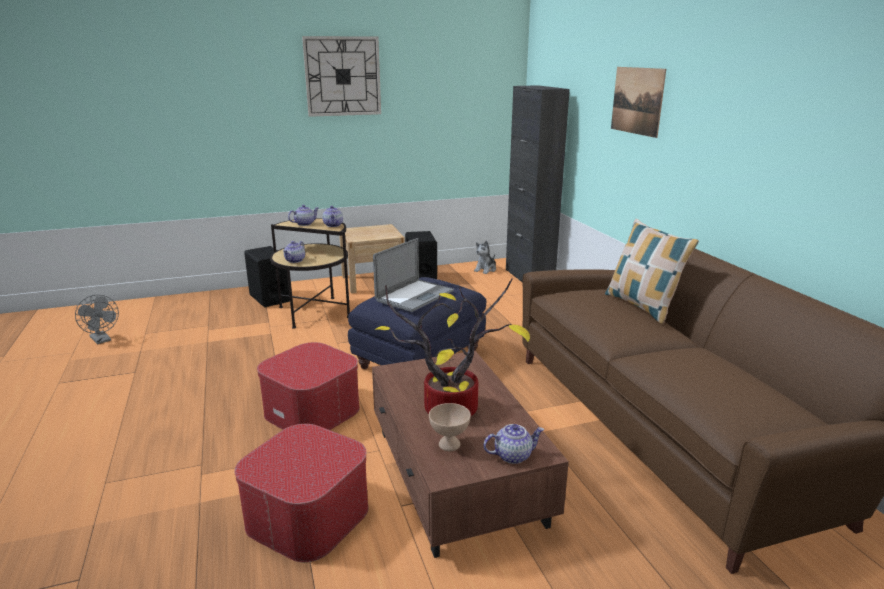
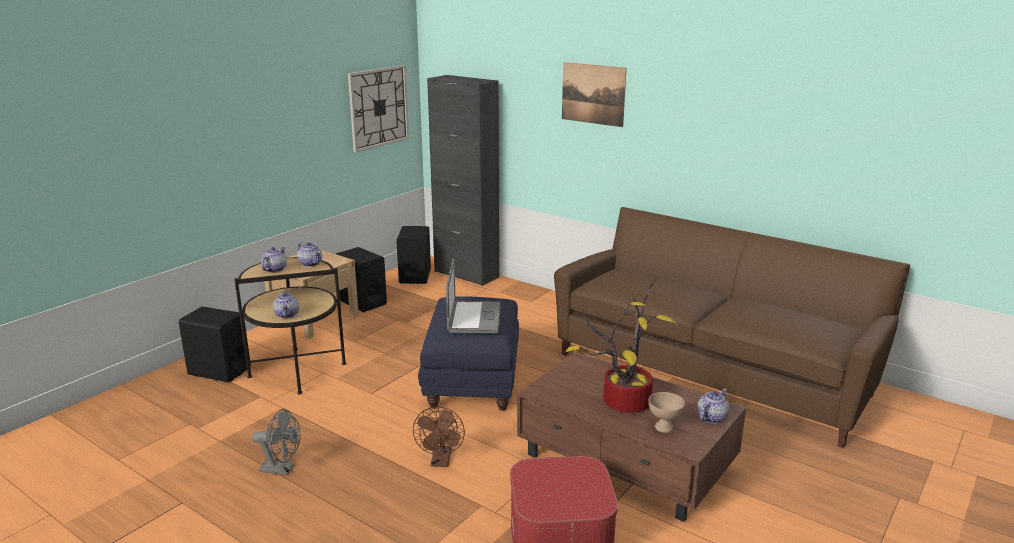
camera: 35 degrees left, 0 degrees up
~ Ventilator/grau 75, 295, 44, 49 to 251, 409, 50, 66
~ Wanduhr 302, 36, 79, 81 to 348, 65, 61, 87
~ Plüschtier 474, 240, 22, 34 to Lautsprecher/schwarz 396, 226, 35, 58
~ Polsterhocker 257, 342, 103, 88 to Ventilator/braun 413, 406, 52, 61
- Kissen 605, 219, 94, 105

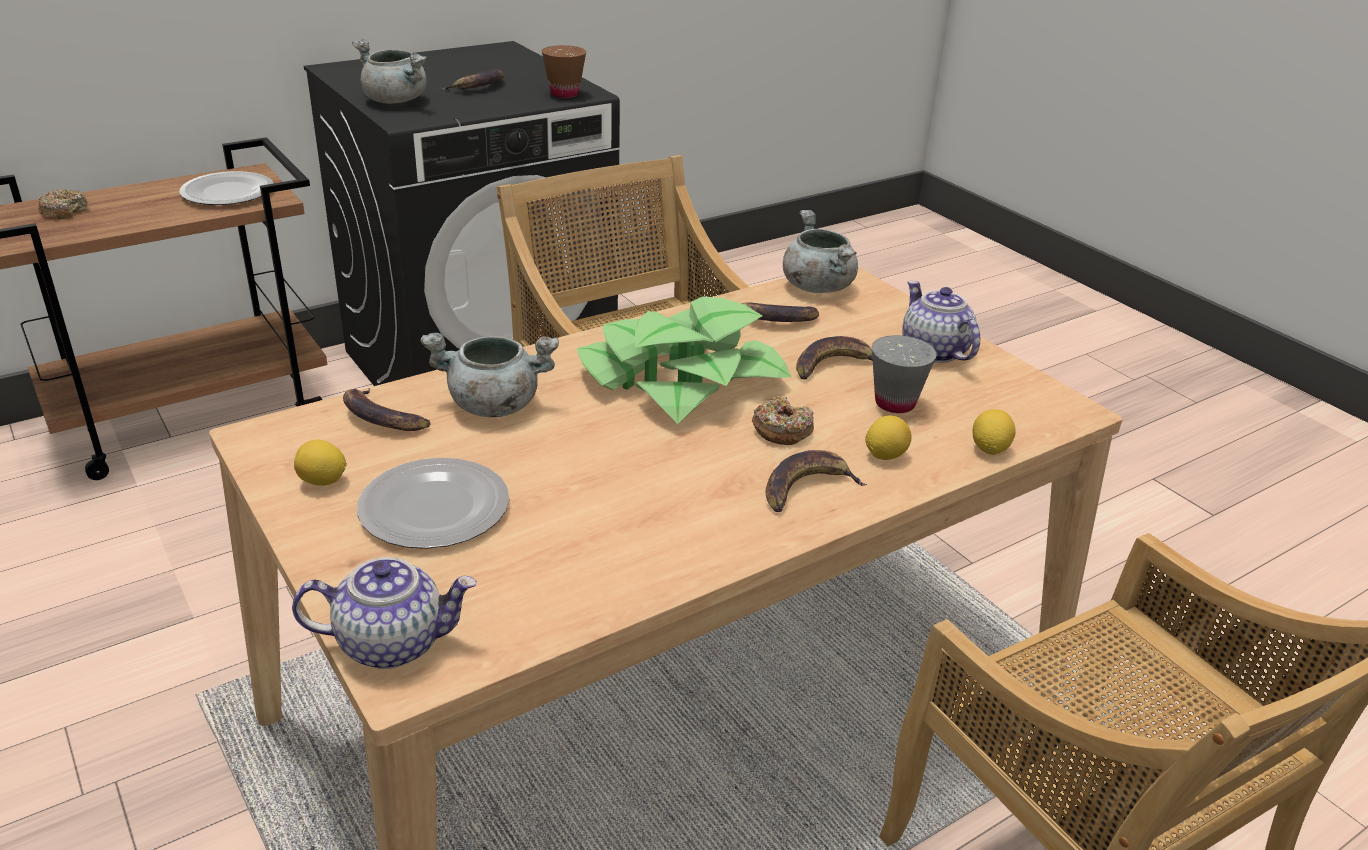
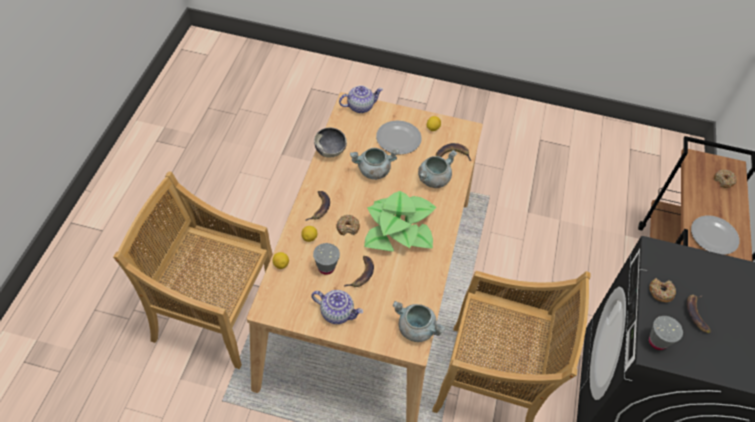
camera: 135 degrees right, 20 degrees up
+ Schüssel 314, 127, 33, 30
~ Teekanne 292, 557, 185, 112 = 339, 85, 44, 28 150 degrees counterclockwise
~ Kochtopf/grau 352, 39, 75, 65 to 350, 148, 49, 32
+ Donut 649, 278, 27, 25
~ Tasse/braun 542, 45, 44, 53 to Tasse/grau 649, 316, 34, 34
- Banane 741, 302, 78, 20

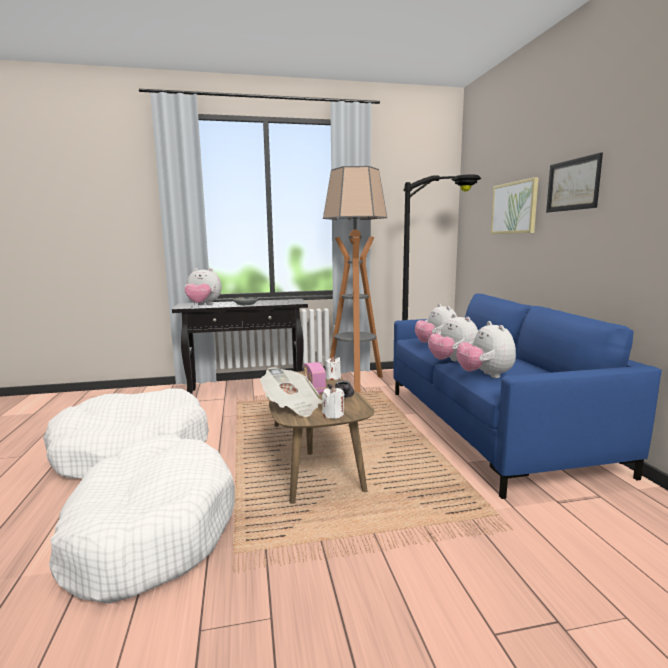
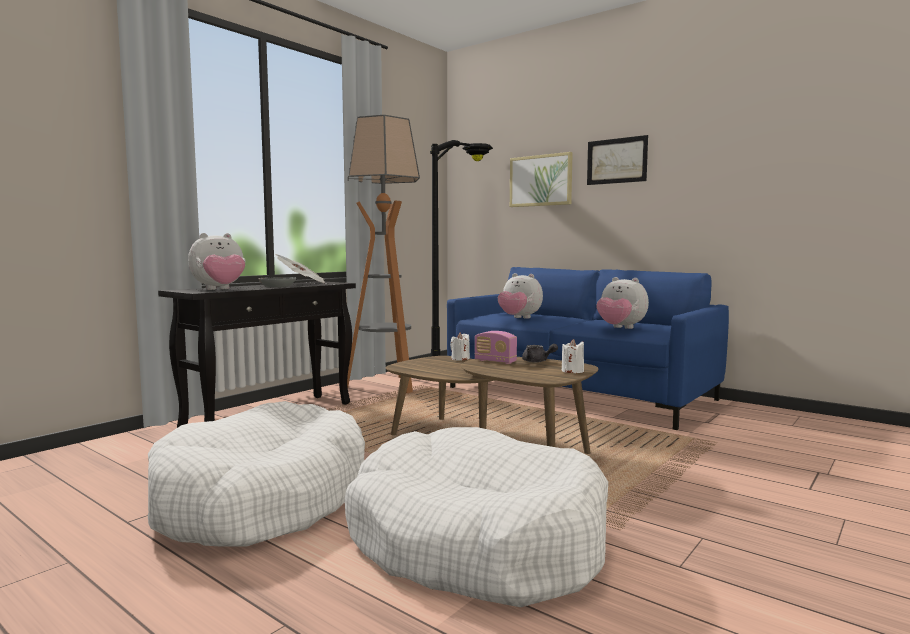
camera: 40 degrees left, 5 degrees down
~ Zeitung 260, 367, 62, 50 to 276, 254, 50, 30
- Plüschtier 428, 314, 50, 49

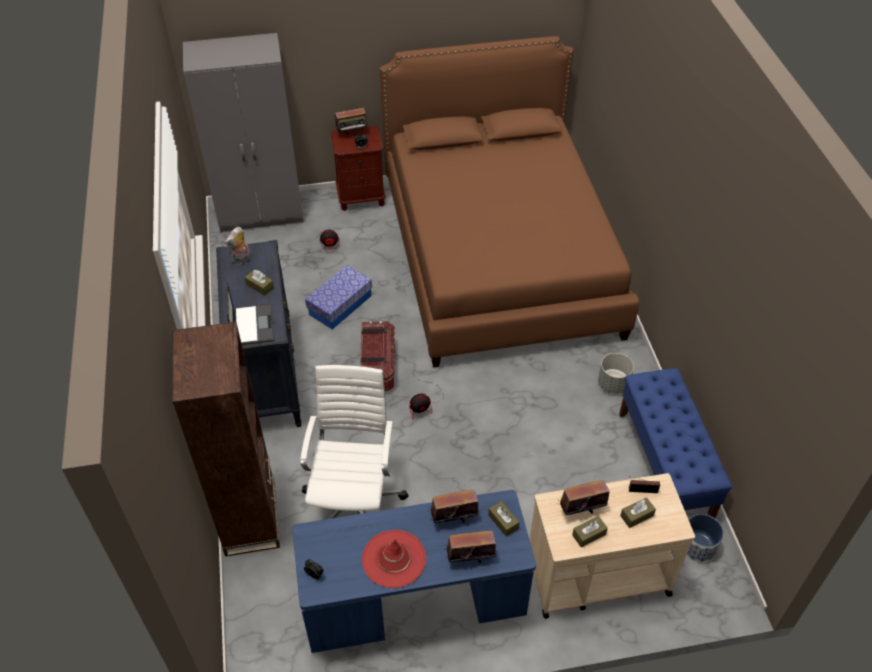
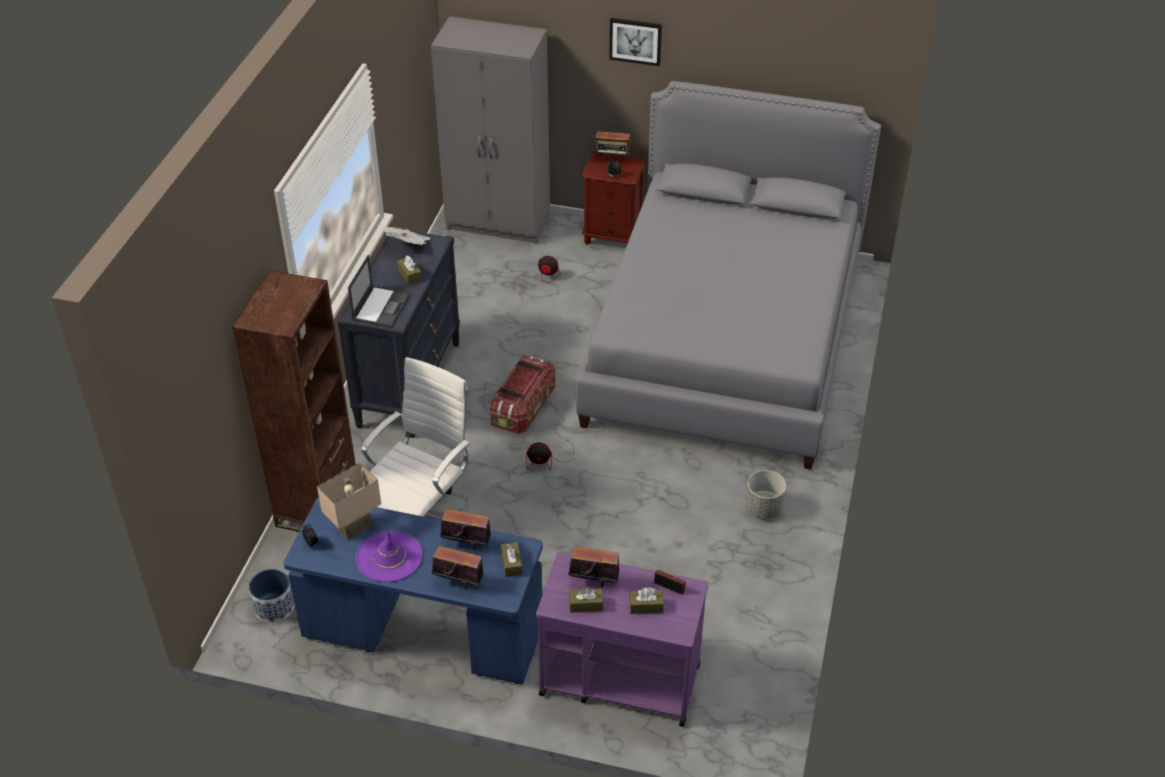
camera: 25 degrees right, 5 degrees down
~ Pflanzkübel 686, 514, 38, 49 to 249, 569, 46, 54
+ Tischlampe/beige 317, 462, 64, 78
~ Hut/rot 362, 530, 64, 58 to Hut/lila 356, 531, 66, 51
~ Plüschtier 225, 227, 25, 37 to Zeitung 382, 227, 48, 18
~ Rollwagen/beige 530, 473, 165, 146 to Rollwagen/lila 536, 552, 172, 175
~ Bett/braun 380, 36, 259, 331 to Bett/grau 576, 81, 305, 389
+ Bild 609, 18, 53, 48
- Aufbewahrungsbox 305, 265, 67, 64
- Bank/blau 619, 368, 113, 150

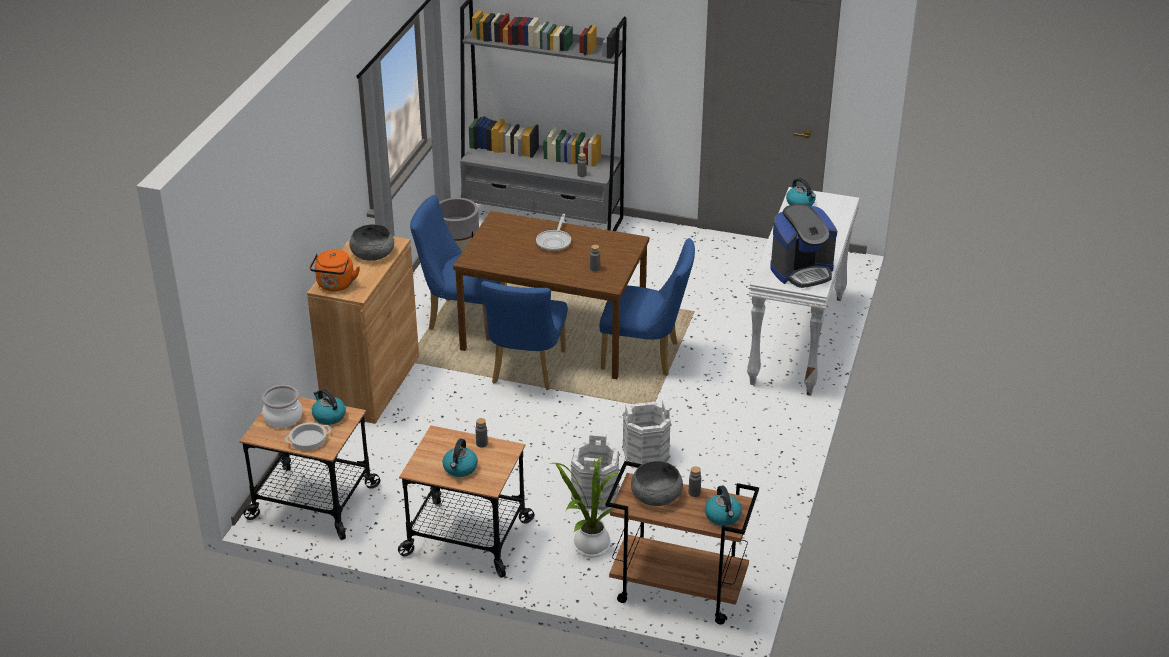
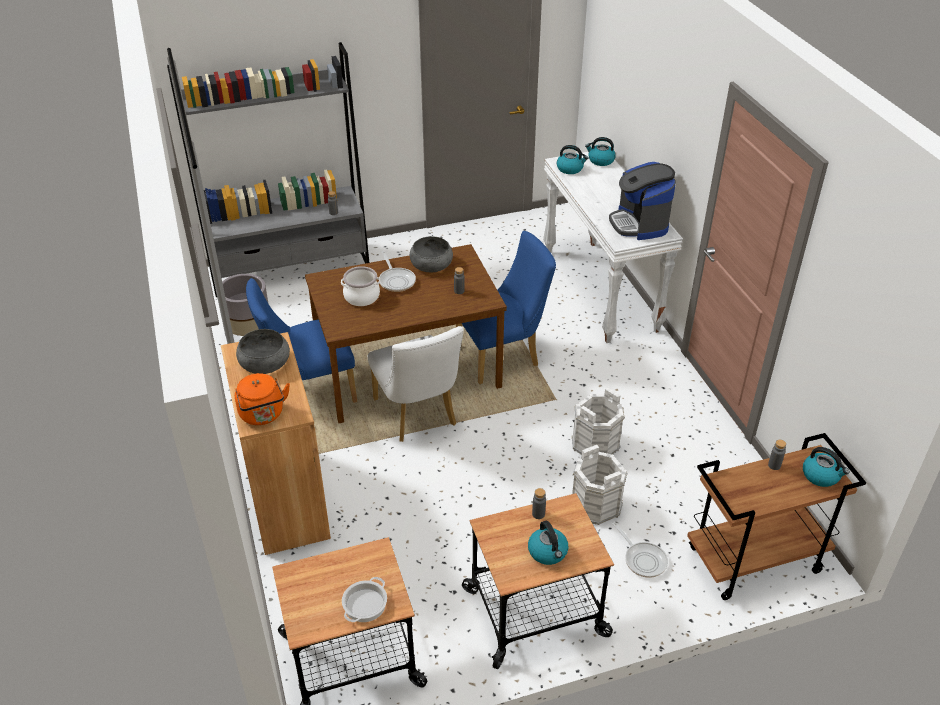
camera: 35 degrees left, 5 degrees up
~ Kochtopf 262, 385, 40, 43 to 341, 266, 39, 40
~ Stuhl/blau 481, 281, 87, 109 to Stuhl/weiß 368, 326, 96, 116
~ Schüssel/grau 631, 461, 52, 45 to 410, 236, 43, 37
~ Wasserkessel 312, 389, 34, 36 to 585, 137, 31, 29
~ Kaffeemaschine 770, 204, 67, 84 = 609, 162, 67, 78 135 degrees clockwise
~ Topfpflanze 550, 455, 68, 103 to Pfanne 612, 521, 56, 57

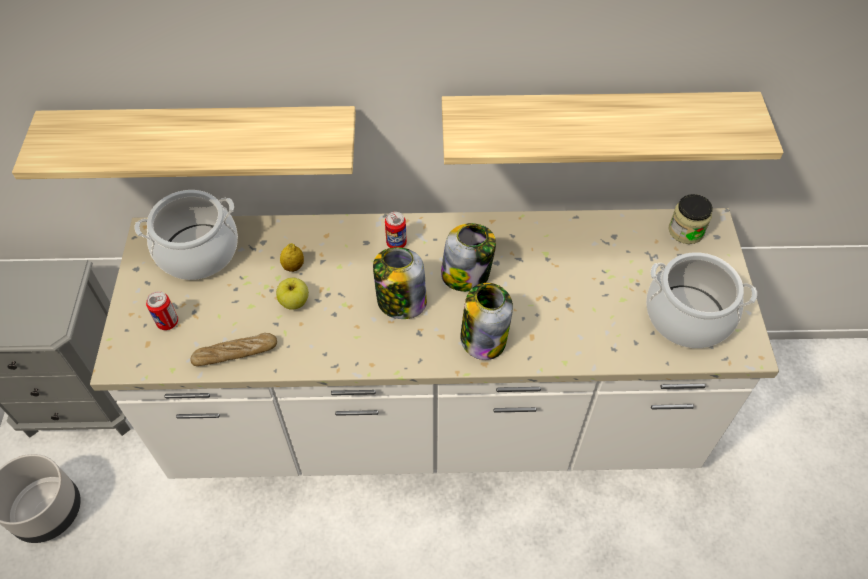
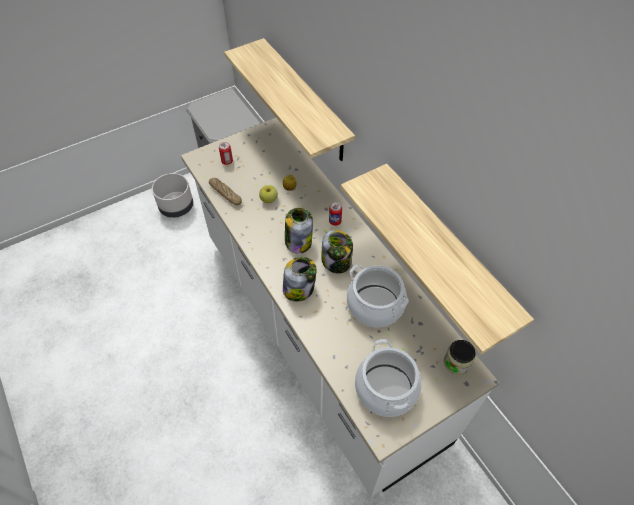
camera: 60 degrees right, 0 degrees up
~ Kochtopf 134, 190, 104, 90 to 347, 265, 62, 62

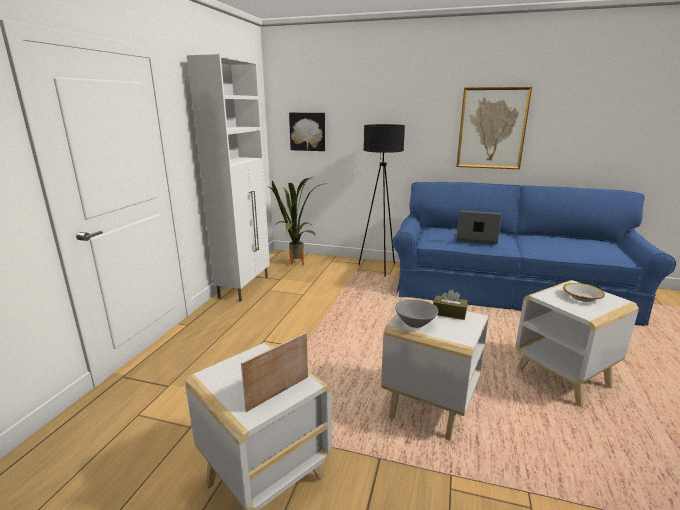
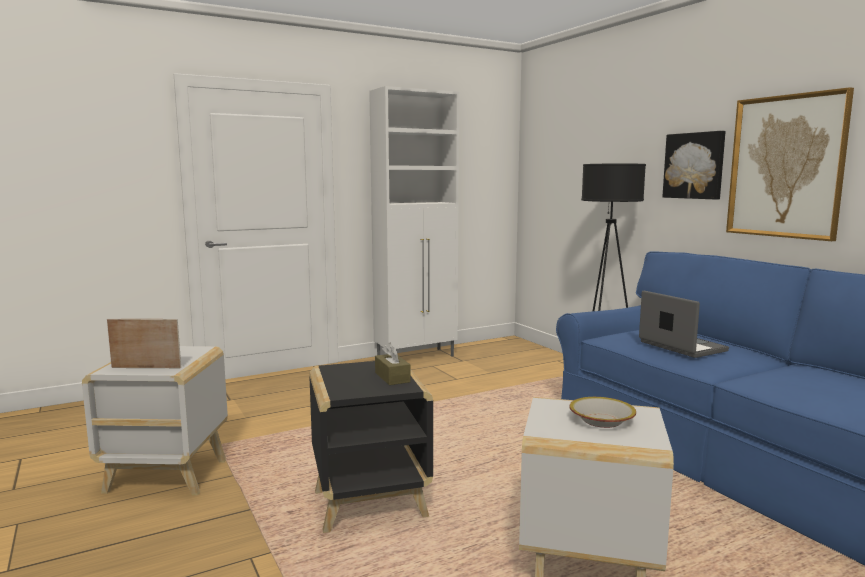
camera: 45 degrees right, 10 degrees down
~ Beistelltisch/weiß 381, 298, 108, 143 to Beistelltisch/schwarz 309, 361, 124, 172
~ Bild 289, 113, 36, 38 to 662, 131, 63, 69
- Topfpflanze 267, 177, 61, 89
- Schüssel/grau 395, 299, 44, 29

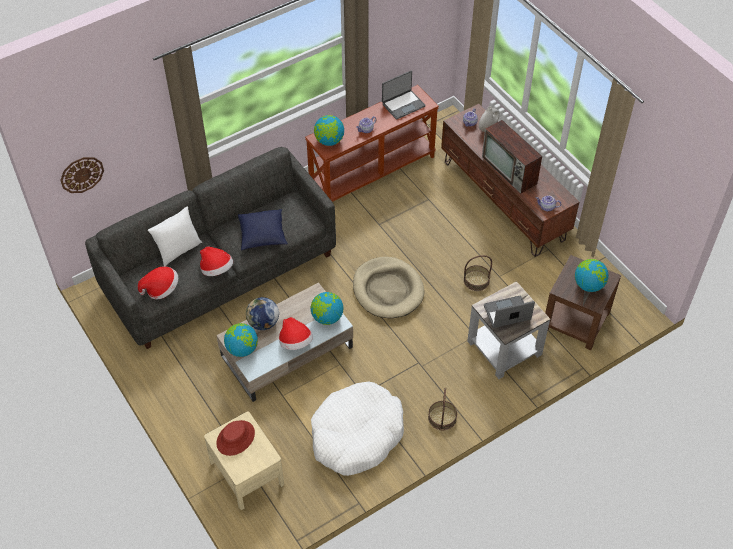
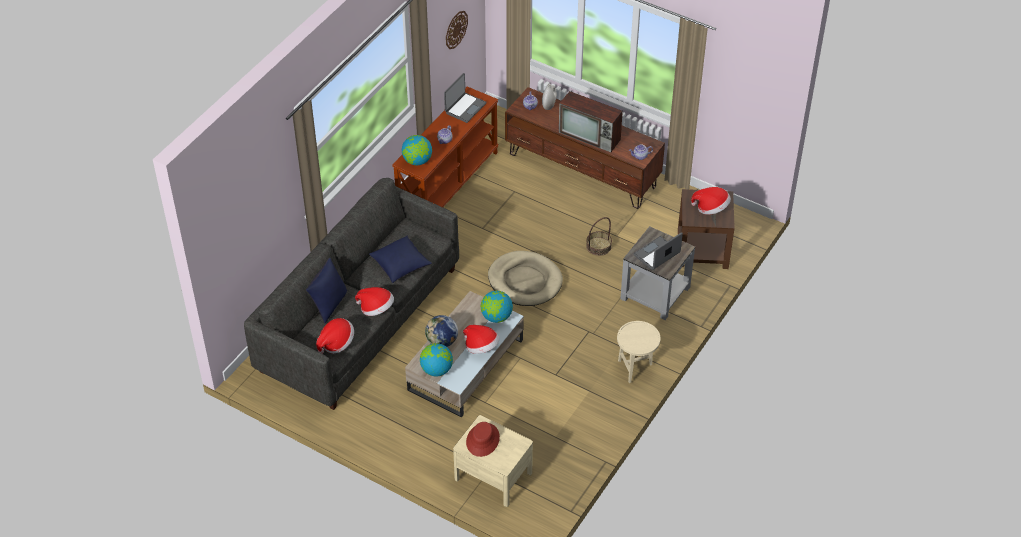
camera: 25 degrees left, 5 degrees down
~ Kissen/weiß 148, 207, 54, 59 to Kissen/blau 306, 258, 41, 65
~ Wanduhr 60, 157, 44, 36 to 446, 11, 22, 38
~ Korb 428, 388, 29, 42 to Beistelltisch/beige 617, 321, 44, 62
~ Globus 575, 259, 34, 33 to Hut 691, 187, 40, 28
- Hundebett/weiß 311, 381, 93, 95

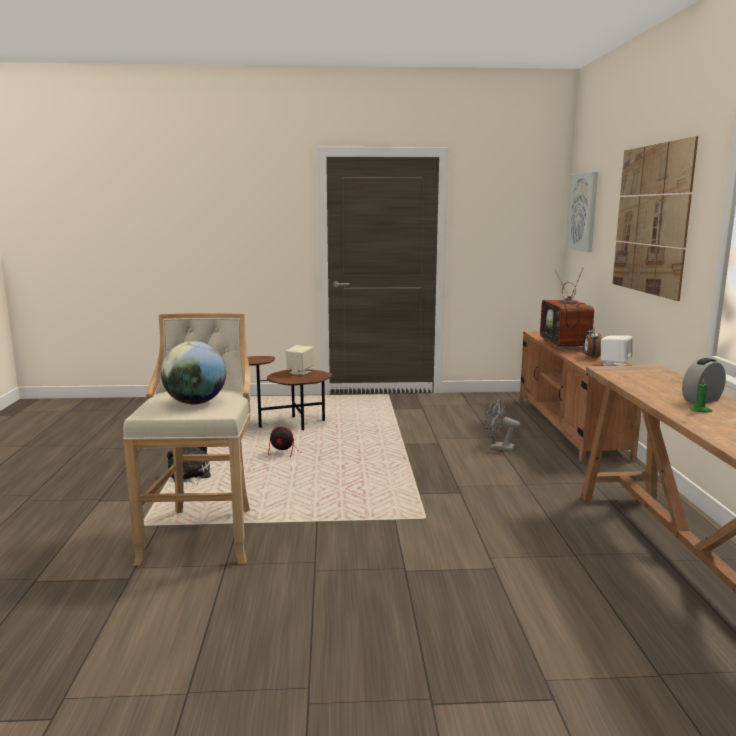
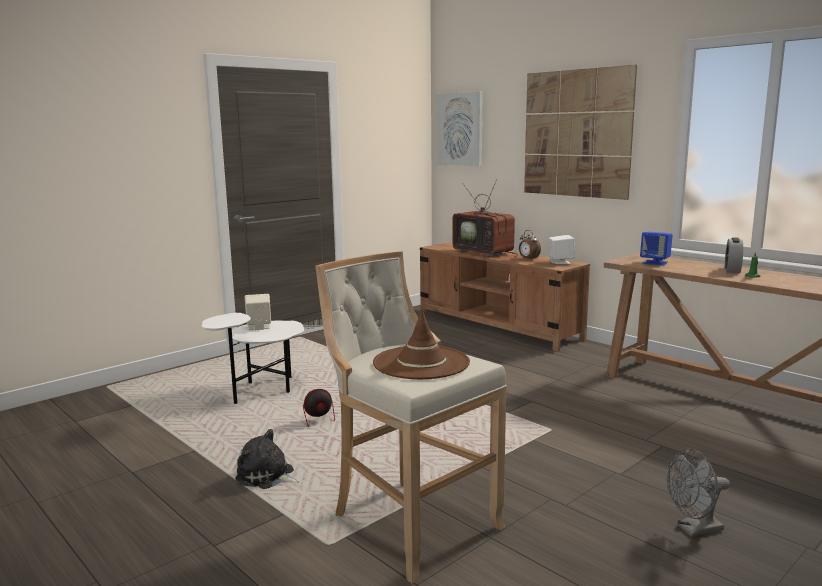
camera: 40 degrees left, 0 degrees up
~ Beistelltisch/braun 248, 356, 84, 74 to Beistelltisch/weiß 202, 313, 102, 91
~ Globus 161, 341, 65, 63 to Hut/braun 373, 307, 97, 72
+ Lautsprecher/blau 640, 232, 33, 33
~ Ventilator/grau 484, 399, 36, 53 to 667, 449, 63, 88

